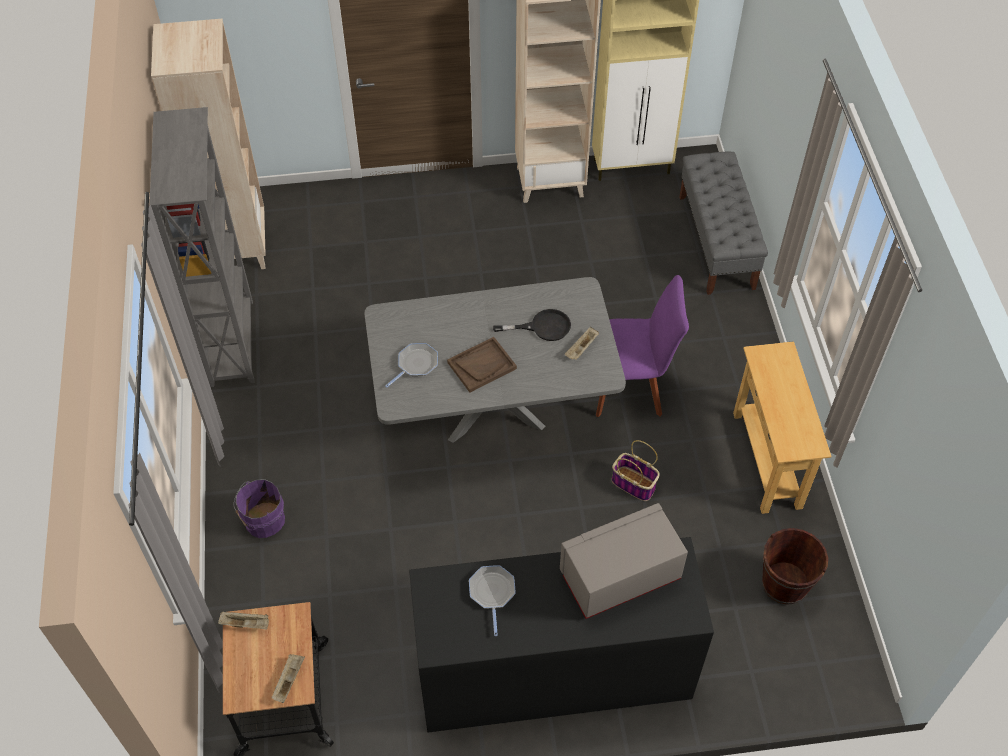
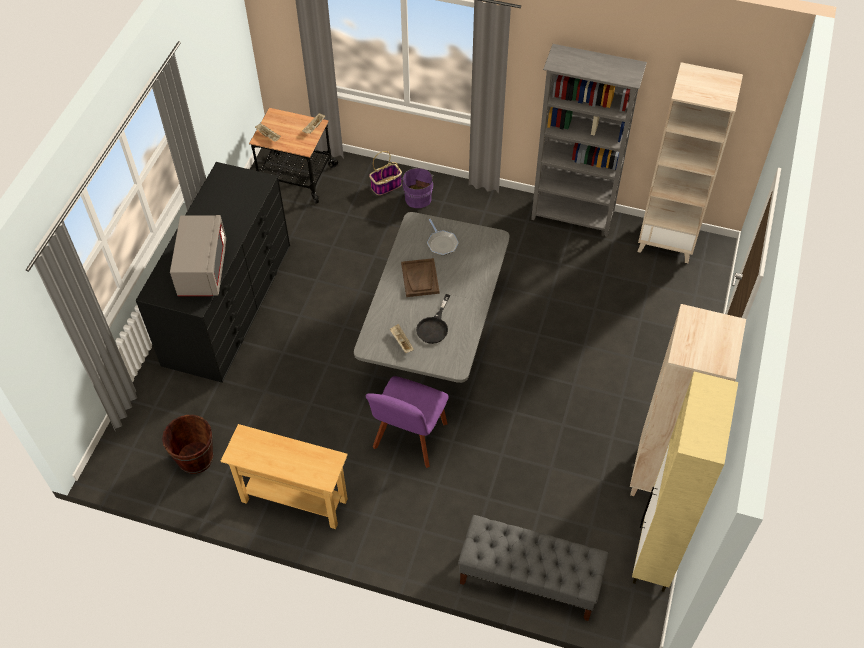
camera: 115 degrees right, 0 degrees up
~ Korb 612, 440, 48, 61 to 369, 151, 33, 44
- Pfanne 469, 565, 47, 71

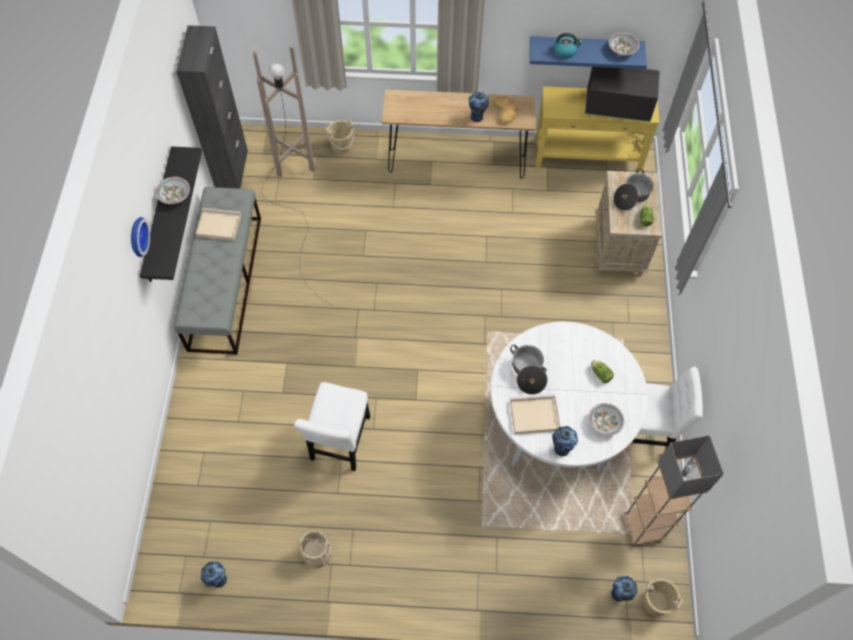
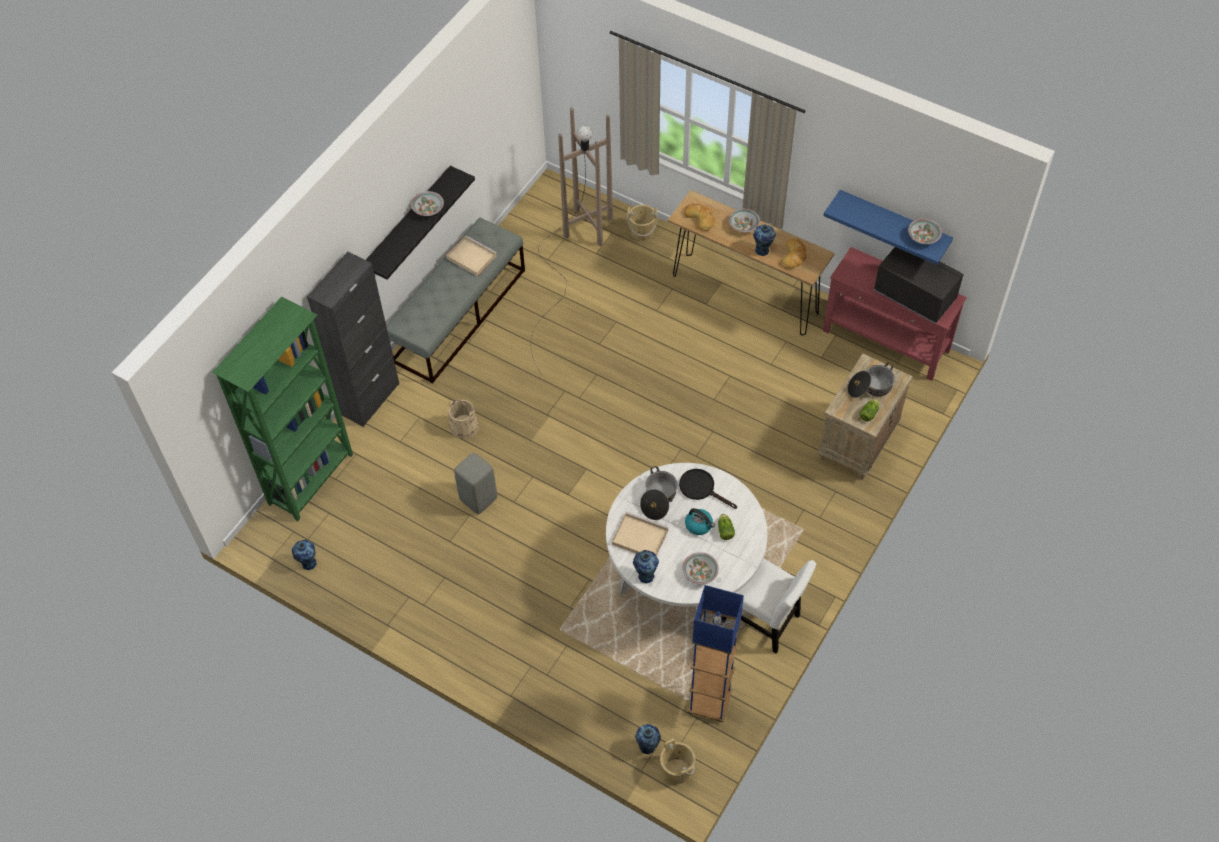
camera: 30 degrees right, 5 degrees down
+ Bücherregal/grün 212, 296, 141, 225
~ Schrank/schwarz 176, 25, 72, 164 to 307, 252, 92, 175
~ Eimer/beige 297, 531, 35, 37 to 449, 399, 30, 40
~ Stuhl/weiß 294, 382, 76, 89 to Hocker/grau 454, 453, 43, 61
+ Pfanne/schwarz 679, 469, 58, 40
+ Brot 684, 204, 31, 27
~ Wasserkessel 553, 33, 29, 25 to 685, 508, 30, 27
~ Stehlampe/grau 624, 435, 100, 110 to Stehlampe/blau 688, 585, 56, 137
+ Schüssel 729, 209, 31, 24
~ Konsolentisch/gelb 535, 86, 125, 86 to Konsolentisch/rot 823, 247, 144, 134
- Wanduhr 131, 217, 19, 40

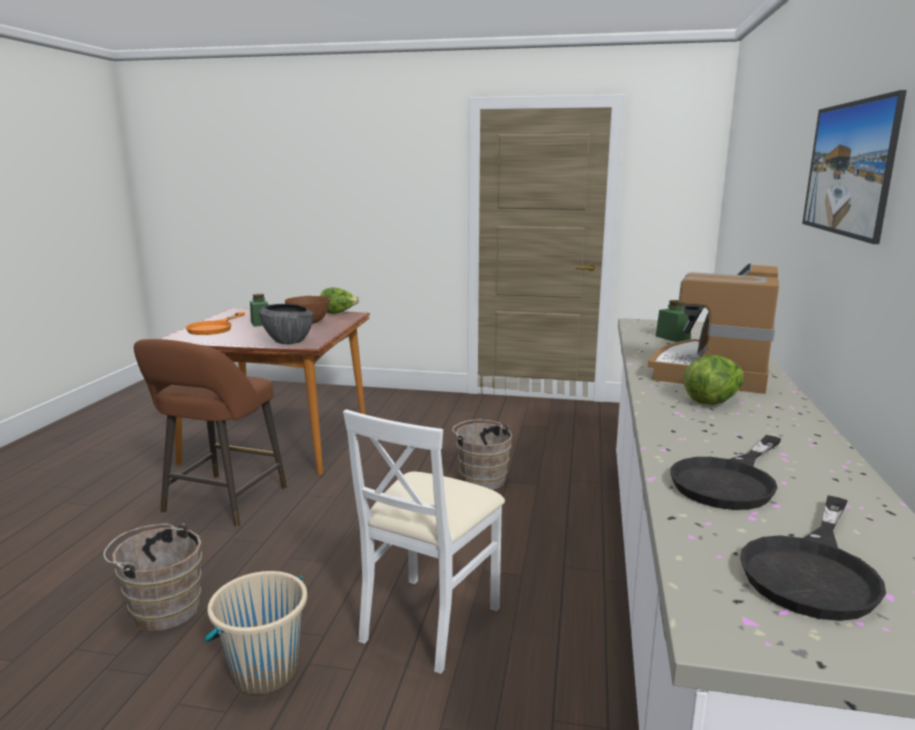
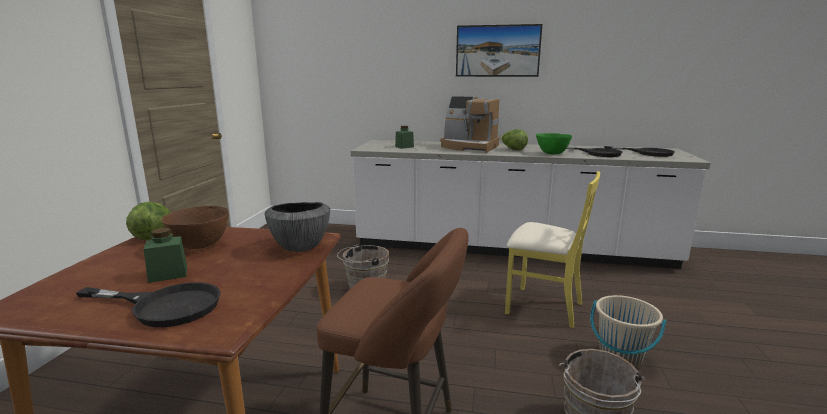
camera: 90 degrees left, 0 degrees up
~ Pfanne/orange 185, 312, 60, 23 to Pfanne/schwarz 76, 282, 145, 45
~ Stuhl/weiß 343, 409, 162, 265 to Stuhl/gelb 505, 171, 95, 157
+ Schüssel/grün 536, 133, 36, 21

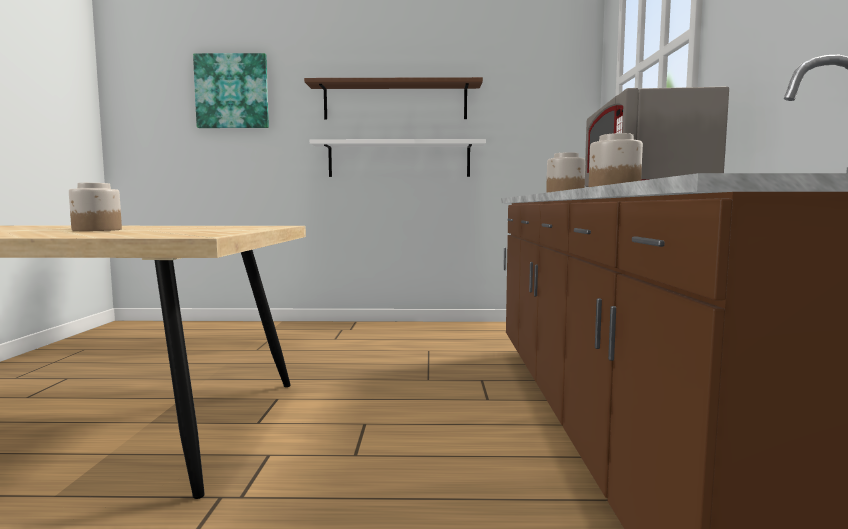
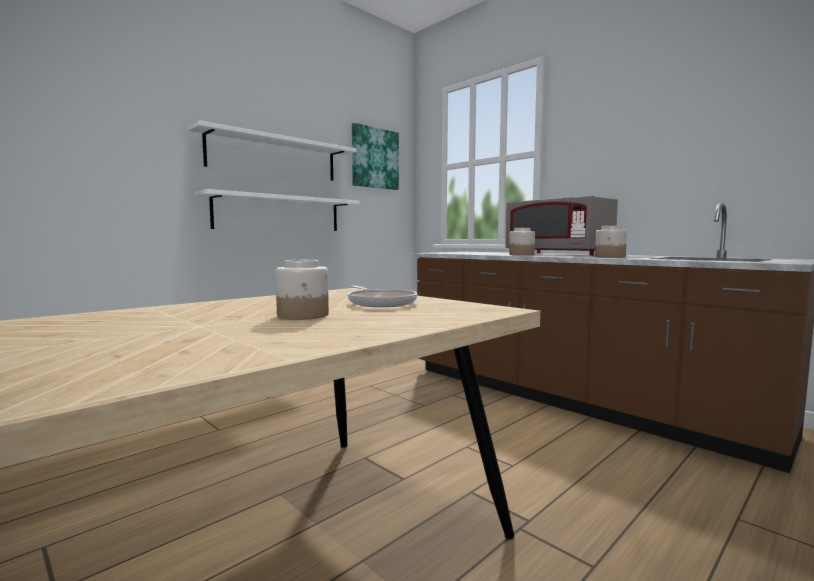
camera: 45 degrees left, 0 degrees up
~ Wandregal/braun 304, 77, 179, 43 to Wandregal/weiß 188, 120, 168, 61
+ Pfanne 347, 285, 71, 22
~ Bild 193, 53, 76, 75 to 352, 123, 47, 67

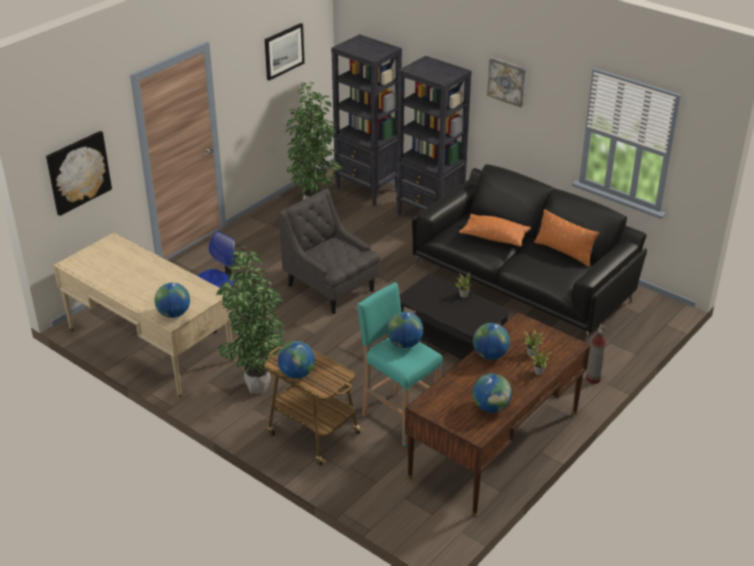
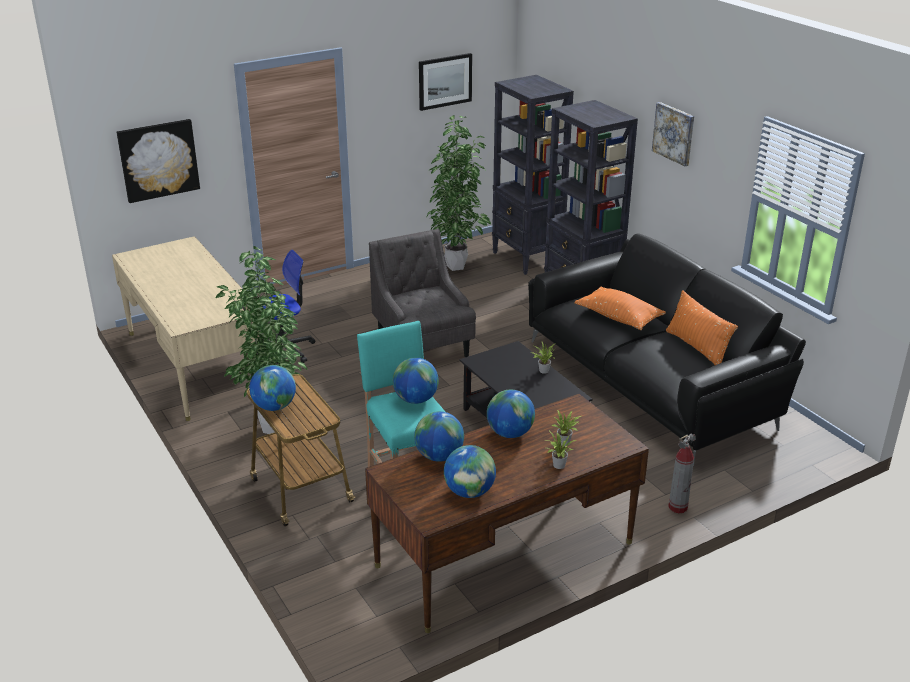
camera: 20 degrees right, 5 degrees down
~ Globus 154, 283, 36, 35 to 414, 411, 50, 51

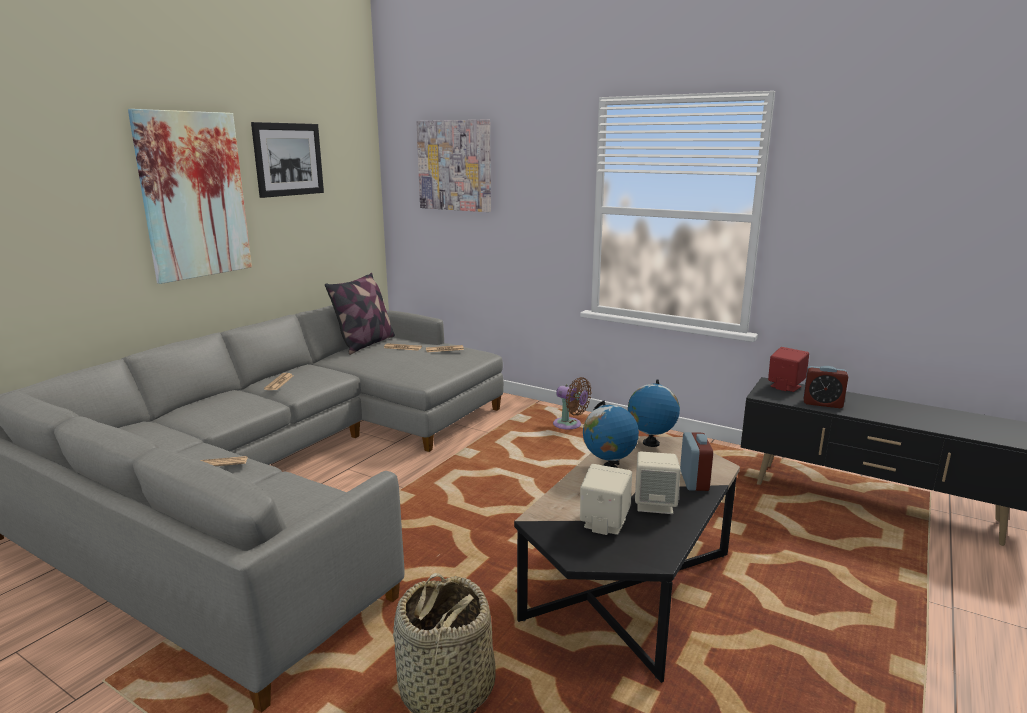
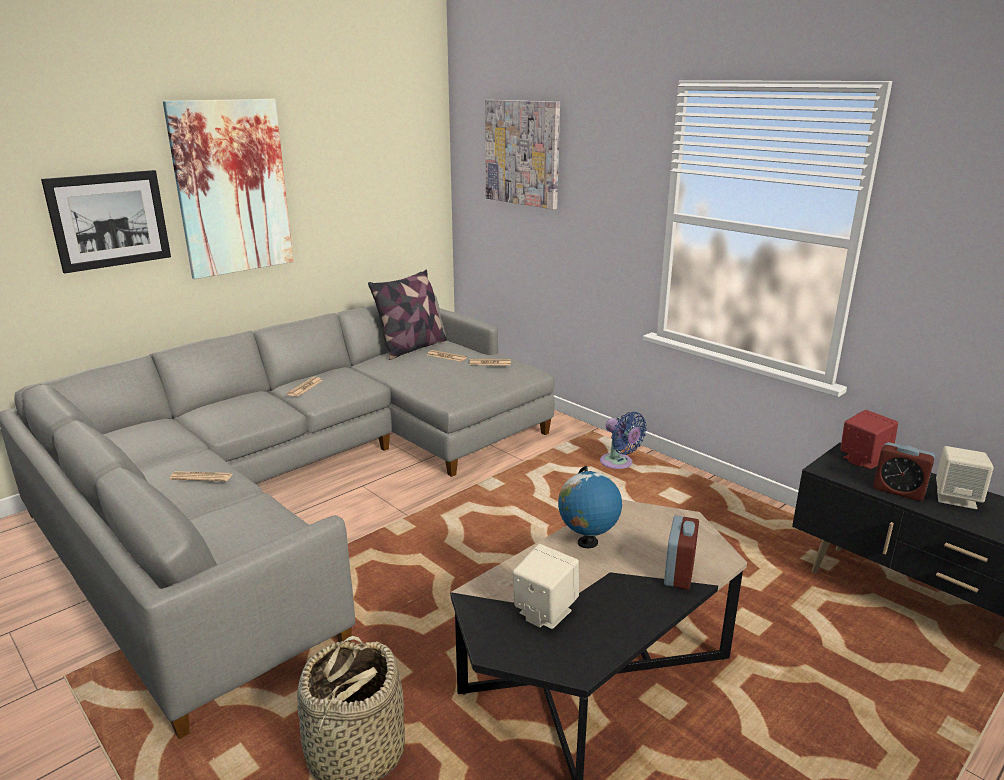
camera: 15 degrees right, 5 degrees up
~ Bild 251, 122, 73, 76 to 41, 170, 130, 103
~ Ventilator/braun 553, 377, 39, 52 to Ventilator/blau 600, 412, 47, 57
~ Lautsprecher/beige 635, 451, 46, 63 to 936, 446, 58, 63
- Globus 628, 379, 52, 68

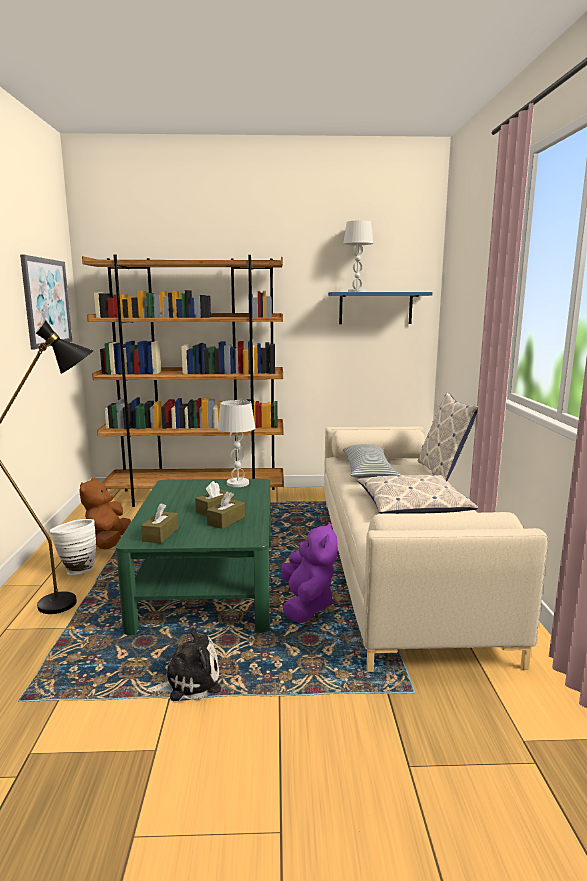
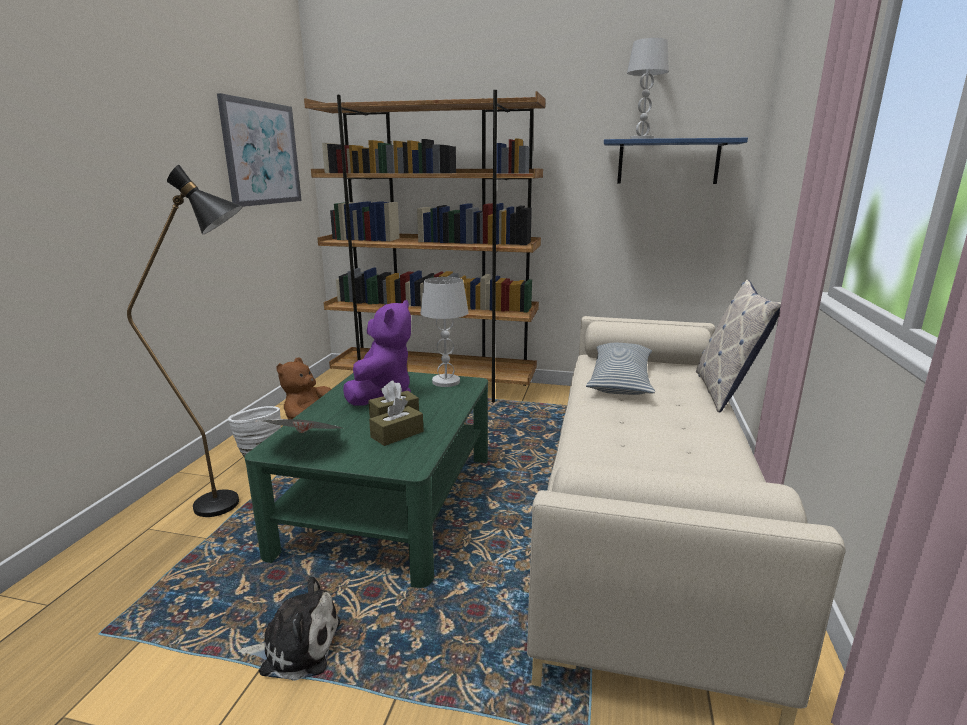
camera: 15 degrees right, 5 degrees up
~ Taschentuchbox/braun 141, 503, 37, 41 to Zeitung 255, 419, 87, 14
~ Plüschtier/lila 281, 522, 57, 101 to 343, 300, 68, 105
- Kissen 357, 475, 121, 39

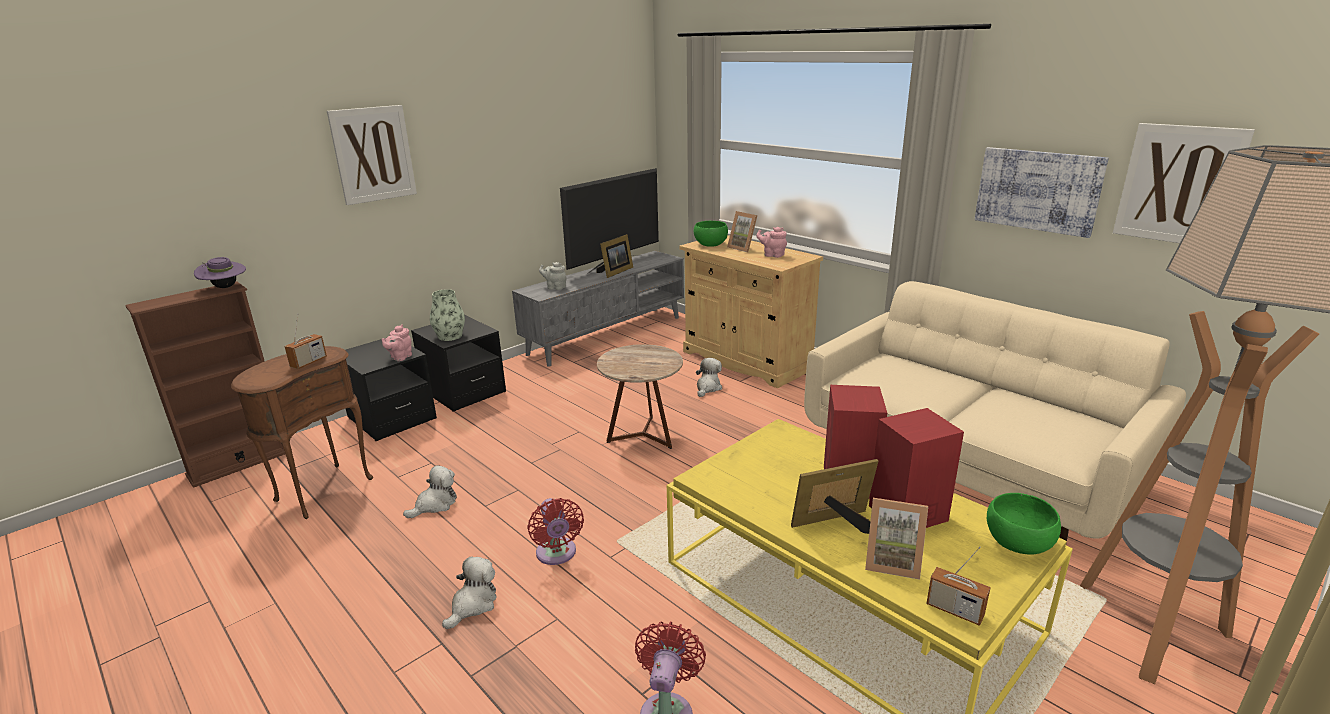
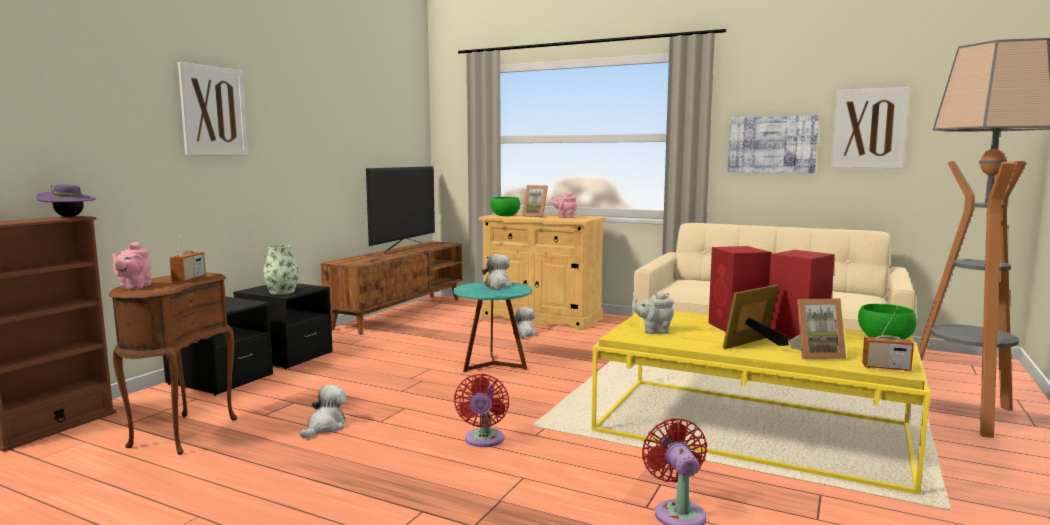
camera: 20 degrees left, 15 degrees down
~ Teekanne/rosa 381, 324, 31, 37 to 112, 242, 39, 47
~ Fernsehschrank/grau 512, 251, 172, 116 to Fernsehschrank/braun 321, 241, 142, 94
~ Beistelltisch/braun 597, 344, 86, 105 to Beistelltisch/türkis 453, 282, 80, 90
~ Ventilator/rot 527, 498, 57, 67 = 454, 374, 55, 73 45 degrees clockwise
~ Plüschtier 442, 556, 55, 73 to 482, 254, 30, 36
~ Teekanne/grau 539, 262, 27, 28 to 632, 292, 42, 42
- Bilderrahmen 596, 234, 37, 44

